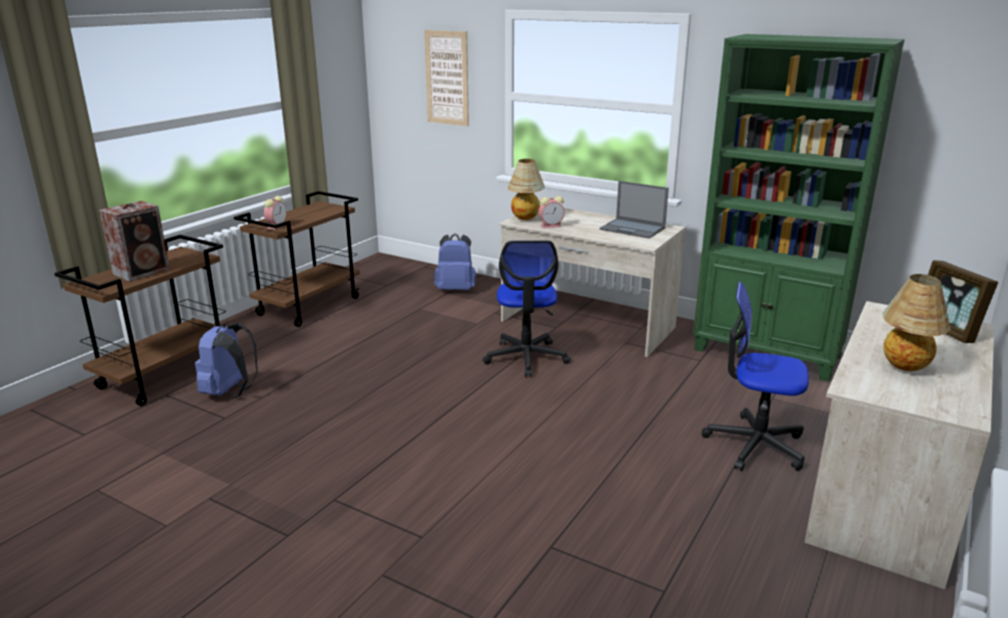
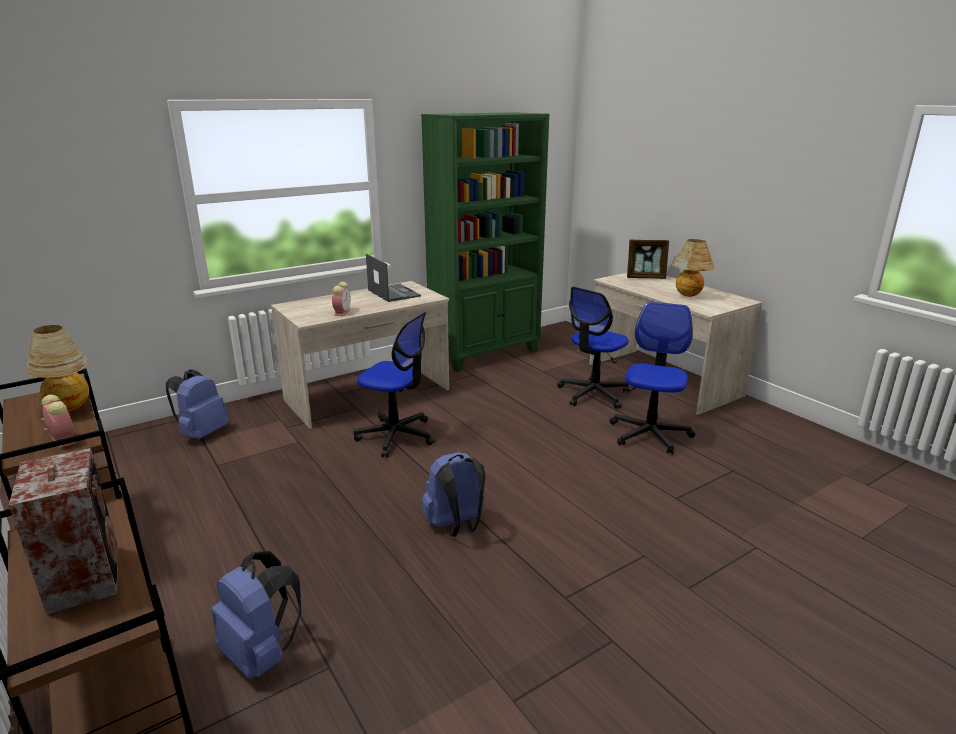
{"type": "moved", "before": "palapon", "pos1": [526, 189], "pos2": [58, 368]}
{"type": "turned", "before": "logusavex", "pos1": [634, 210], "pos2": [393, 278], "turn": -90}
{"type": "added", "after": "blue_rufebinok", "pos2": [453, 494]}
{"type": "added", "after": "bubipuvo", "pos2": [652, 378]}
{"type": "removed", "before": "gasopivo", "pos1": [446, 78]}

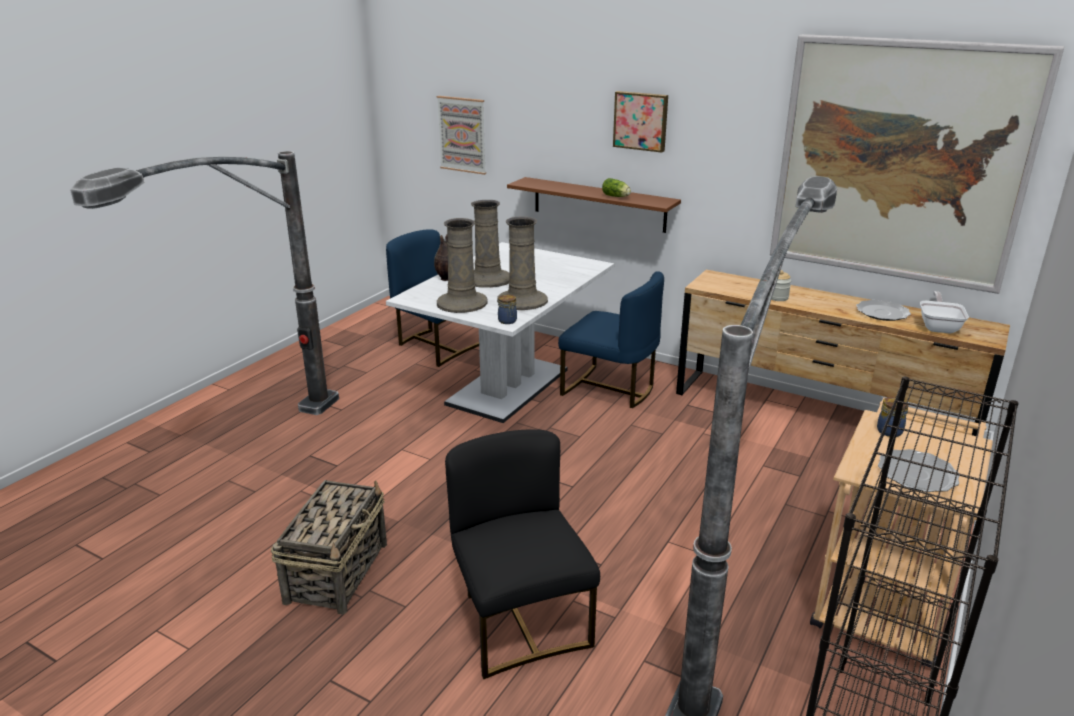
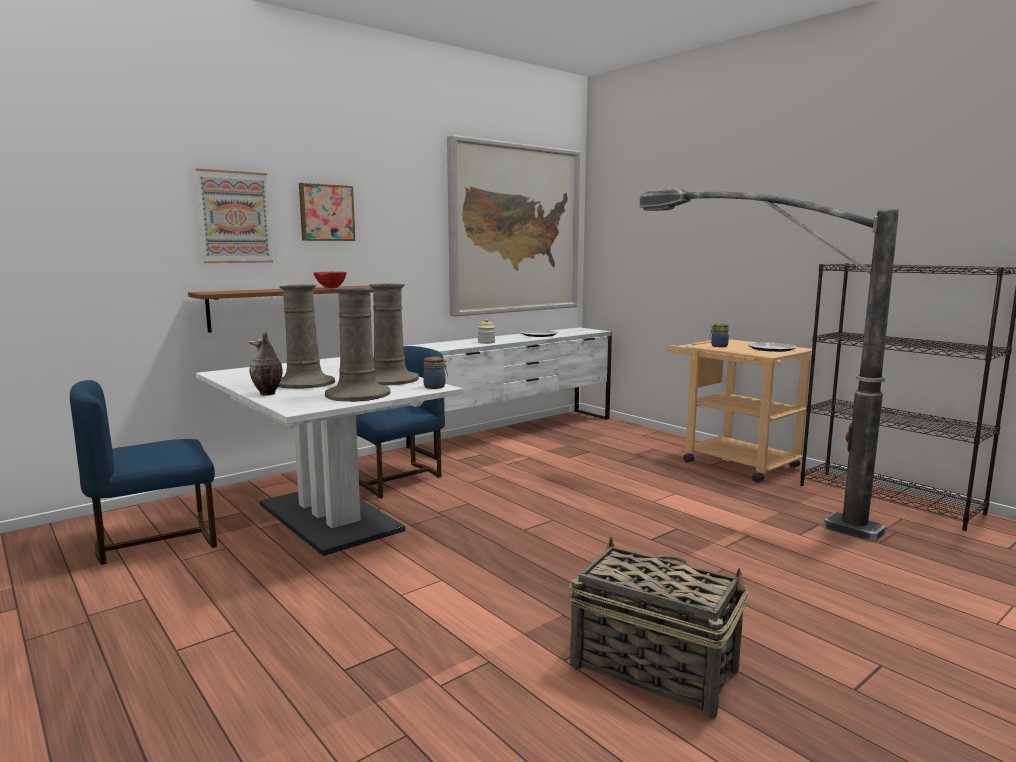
{"type": "moved", "before": "gasopivo", "pos1": [461, 135], "pos2": [234, 215]}
{"type": "replaced", "before": "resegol", "after": "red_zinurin", "pos1": [616, 187], "pos2": [330, 280]}
{"type": "recoloured", "before": "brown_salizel", "after": "white_salizel", "pos1": [843, 353], "pos2": [509, 393]}
{"type": "removed", "before": "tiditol", "pos1": [204, 283]}
{"type": "removed", "before": "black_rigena", "pos1": [522, 554]}
{"type": "removed", "before": "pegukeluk", "pos1": [944, 312]}

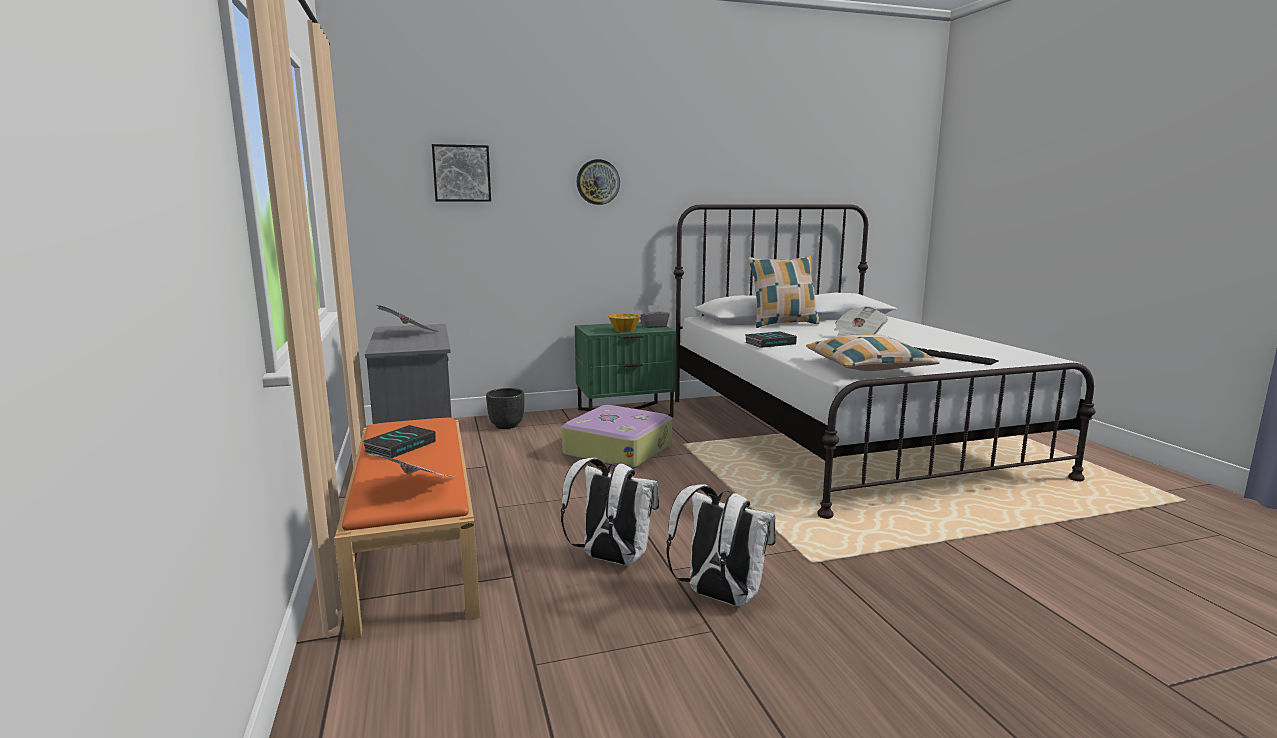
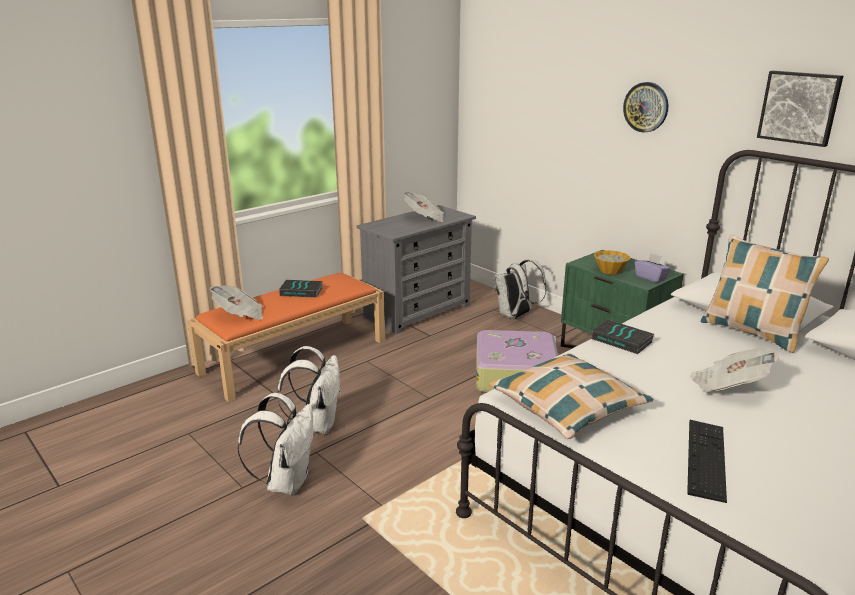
{"type": "replaced", "before": "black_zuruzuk", "after": "white_rufebinok", "pos1": [505, 408], "pos2": [520, 289]}
{"type": "recoloured", "before": "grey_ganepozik", "after": "purple_ganepozik", "pos1": [655, 316], "pos2": [653, 268]}
{"type": "moved", "before": "gasopivo", "pos1": [461, 173], "pos2": [800, 109]}

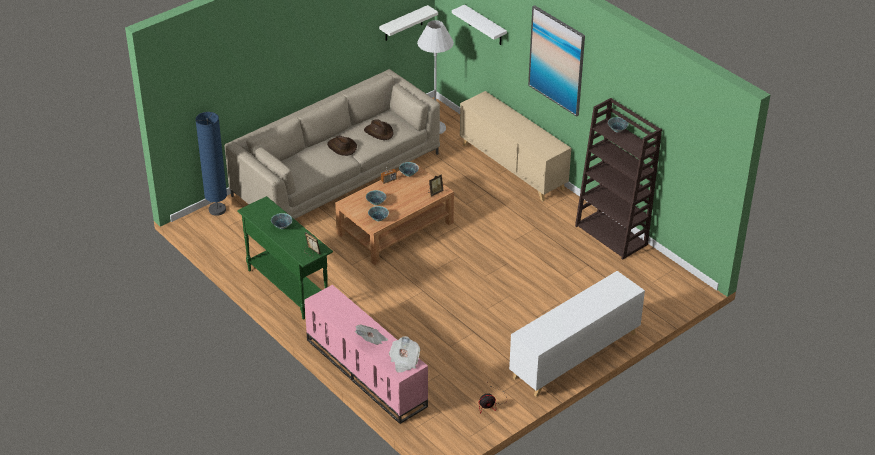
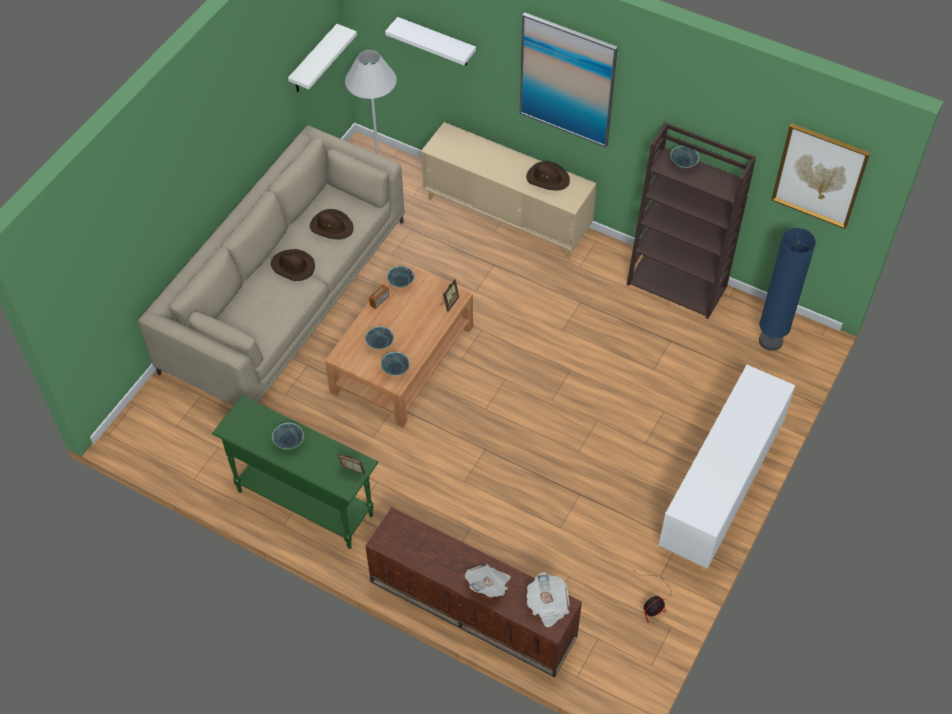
{"type": "recoloured", "before": "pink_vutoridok", "after": "brown_vutoridok", "pos1": [366, 354], "pos2": [474, 592]}
{"type": "added", "after": "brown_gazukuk", "pos2": [548, 175]}
{"type": "moved", "before": "blue_tiditol", "pos1": [211, 164], "pos2": [787, 289]}
{"type": "added", "after": "gasopivo", "pos2": [820, 176]}

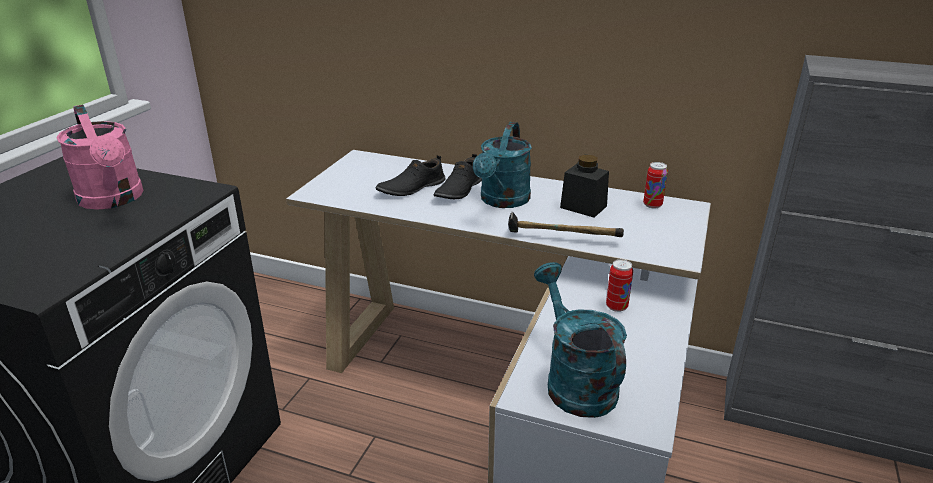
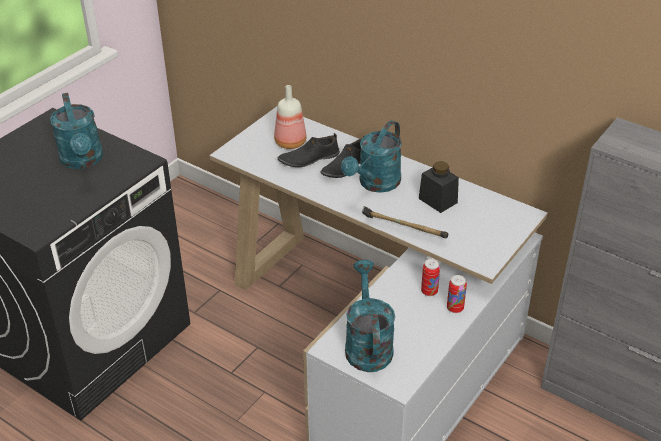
{"type": "recoloured", "before": "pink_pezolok", "after": "turquoise_pezolok", "pos1": [99, 157], "pos2": [76, 131]}
{"type": "added", "after": "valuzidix", "pos2": [290, 117]}
{"type": "moved", "before": "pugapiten", "pos1": [655, 185], "pos2": [457, 294]}

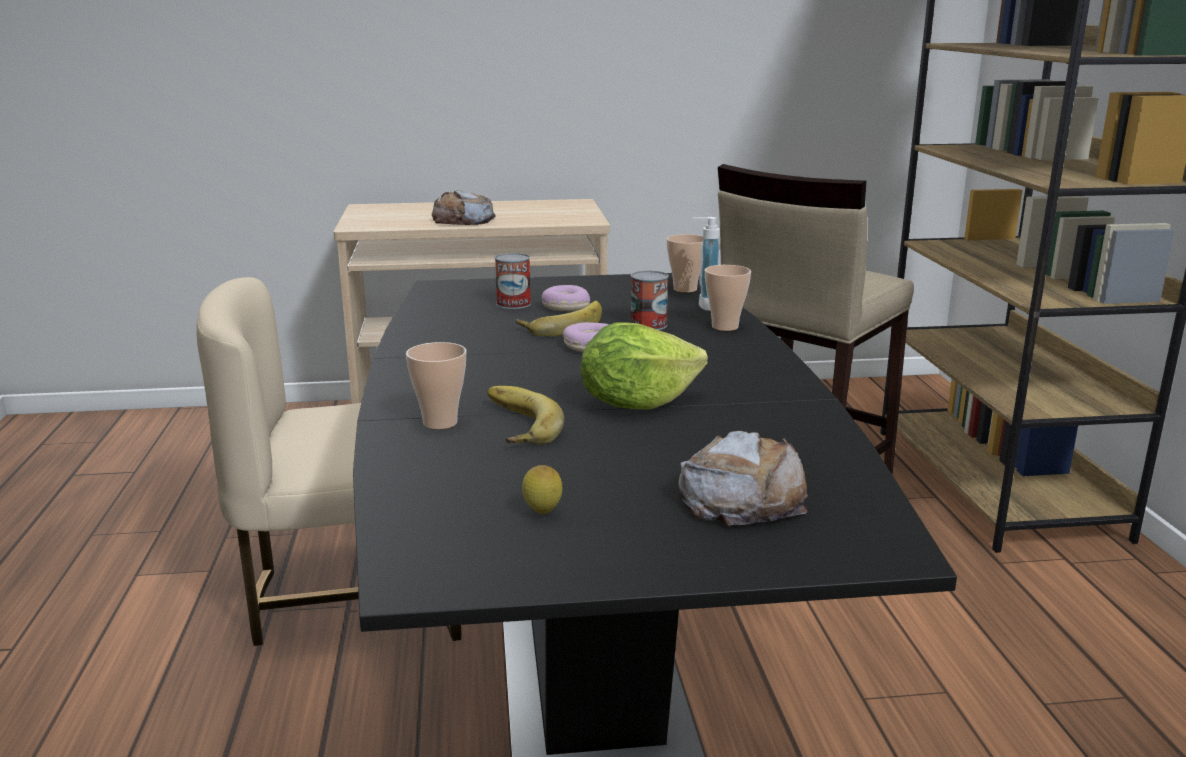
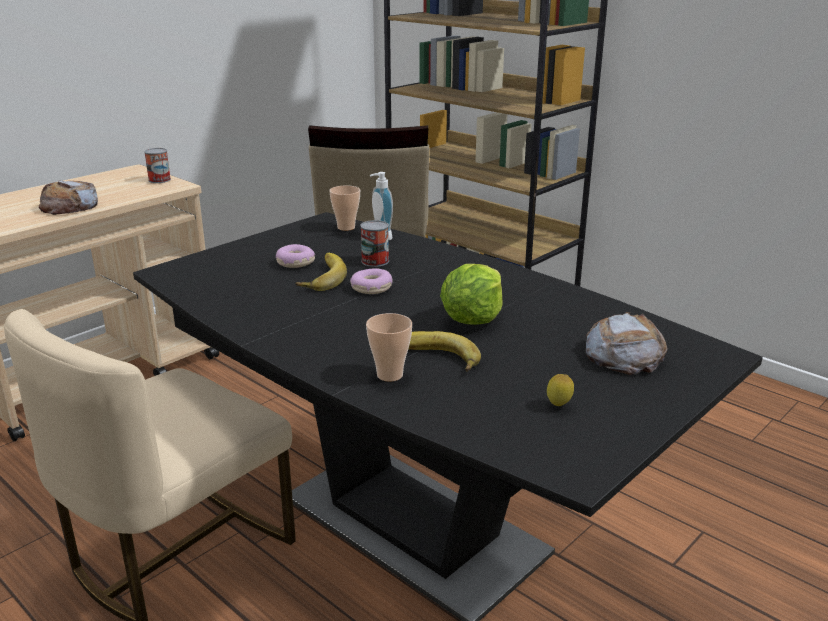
{"type": "moved", "before": "pugapiten", "pos1": [513, 281], "pos2": [157, 165]}
{"type": "removed", "before": "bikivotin", "pos1": [728, 298]}

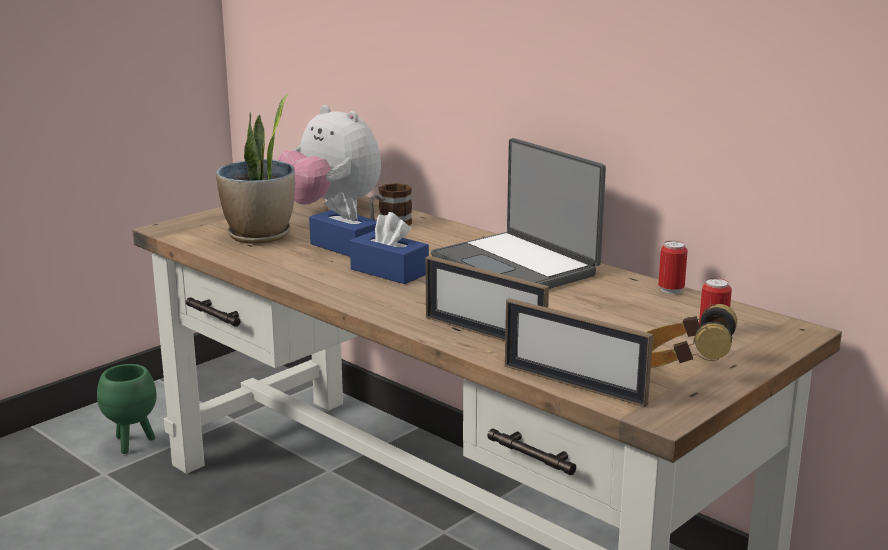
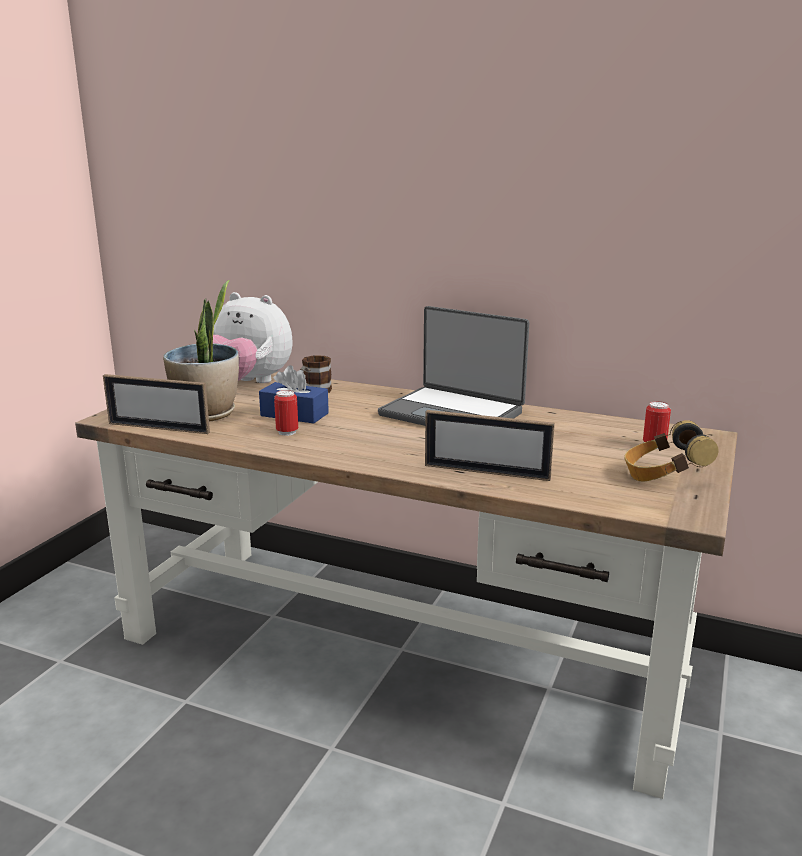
{"type": "moved", "before": "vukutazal", "pos1": [579, 352], "pos2": [156, 404]}
{"type": "moved", "before": "pugapiten", "pos1": [673, 267], "pos2": [286, 413]}
{"type": "removed", "before": "green_zuruzuk", "pos1": [126, 409]}
{"type": "removed", "before": "blue_ganepozik", "pos1": [389, 248]}

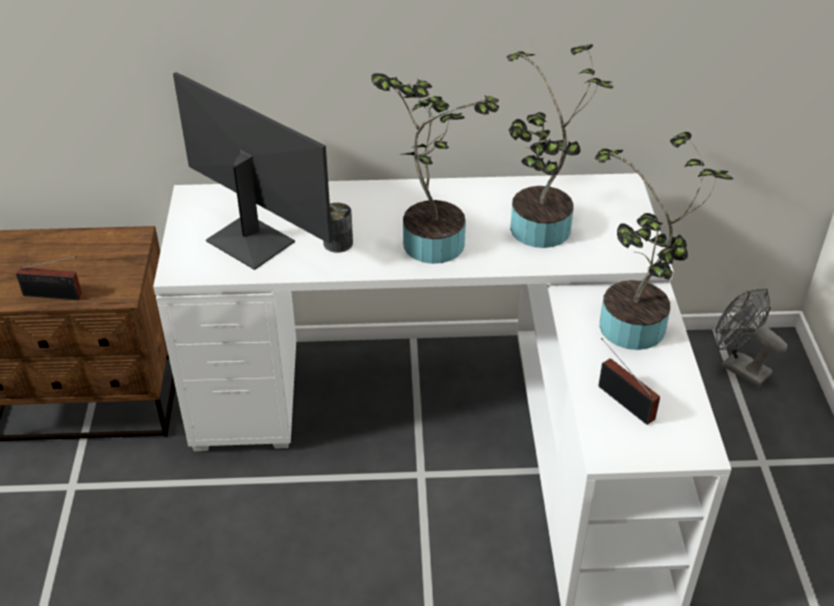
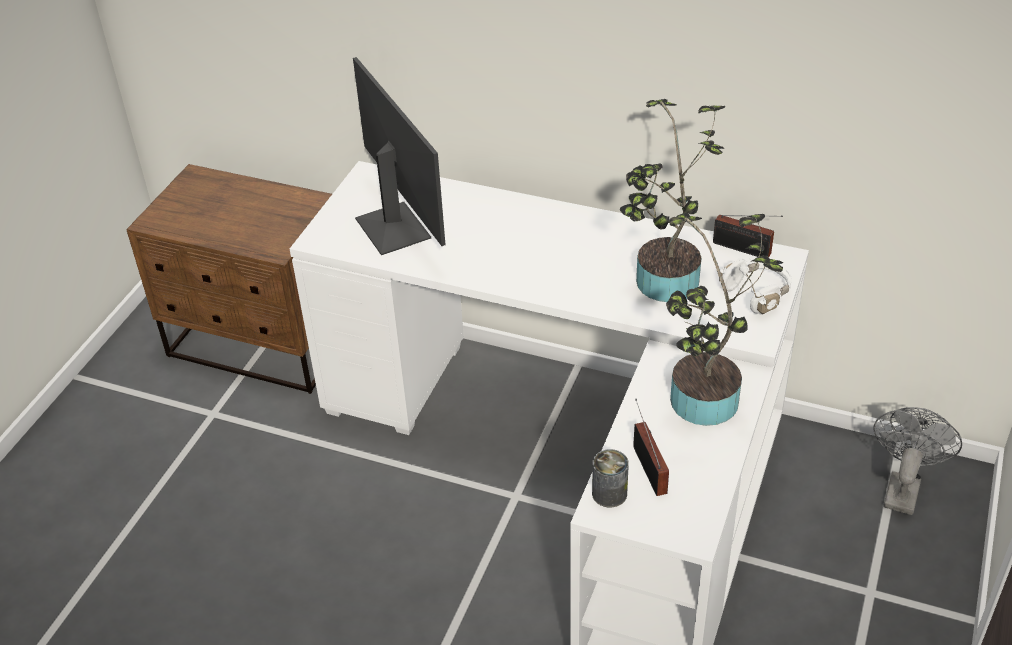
{"type": "moved", "before": "pugapiten", "pos1": [338, 228], "pos2": [610, 478]}
{"type": "moved", "before": "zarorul", "pos1": [49, 278], "pos2": [748, 236]}
{"type": "added", "after": "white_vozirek", "pos2": [755, 286]}
{"type": "turned", "before": "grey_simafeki", "pos1": [751, 337], "pos2": [917, 461], "turn": 45}
{"type": "removed", "before": "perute", "pos1": [435, 168]}

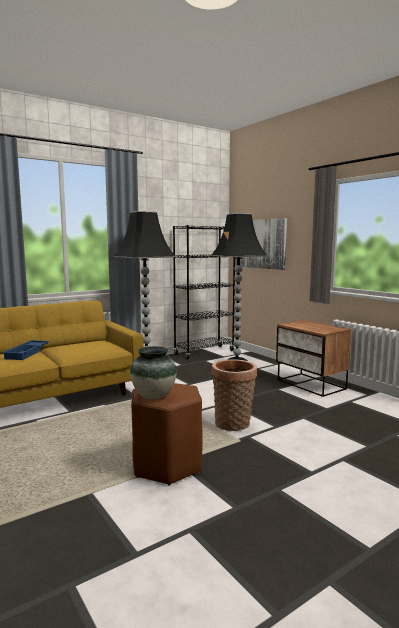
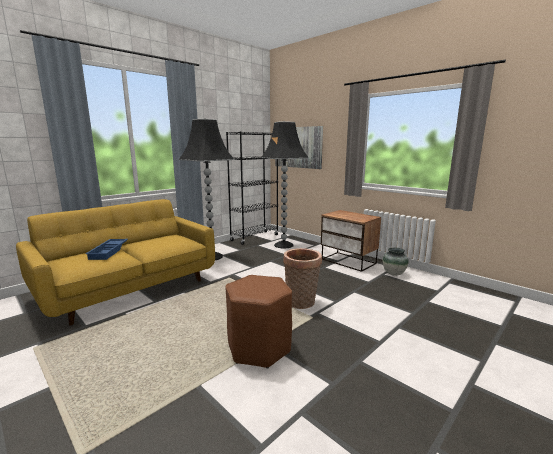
{"type": "moved", "before": "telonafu", "pos1": [153, 373], "pos2": [395, 261]}

